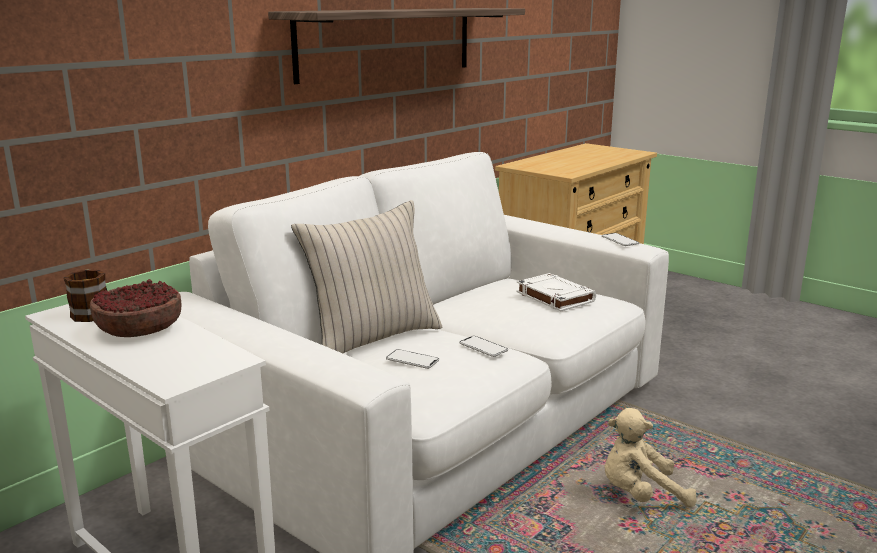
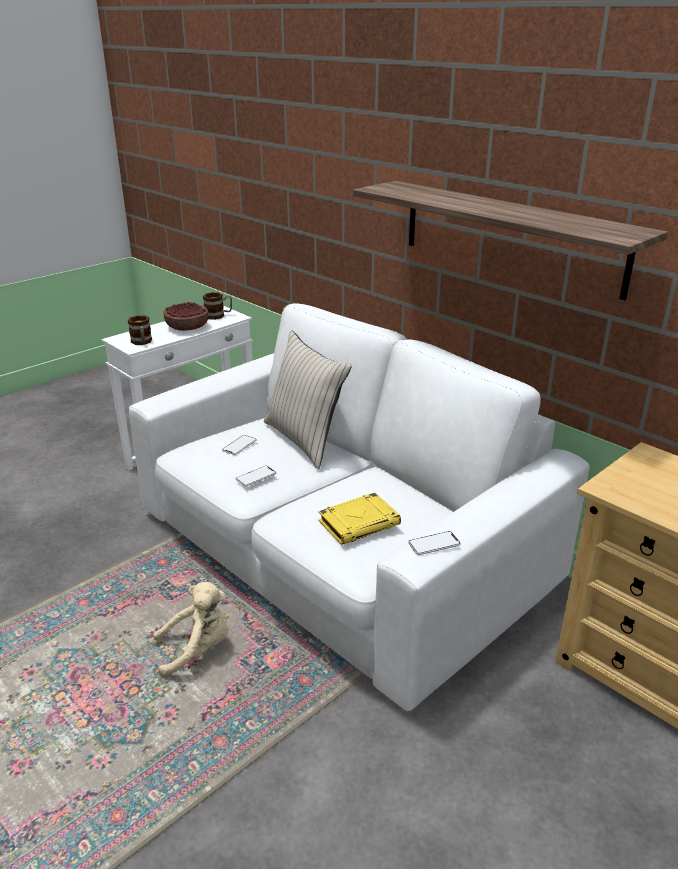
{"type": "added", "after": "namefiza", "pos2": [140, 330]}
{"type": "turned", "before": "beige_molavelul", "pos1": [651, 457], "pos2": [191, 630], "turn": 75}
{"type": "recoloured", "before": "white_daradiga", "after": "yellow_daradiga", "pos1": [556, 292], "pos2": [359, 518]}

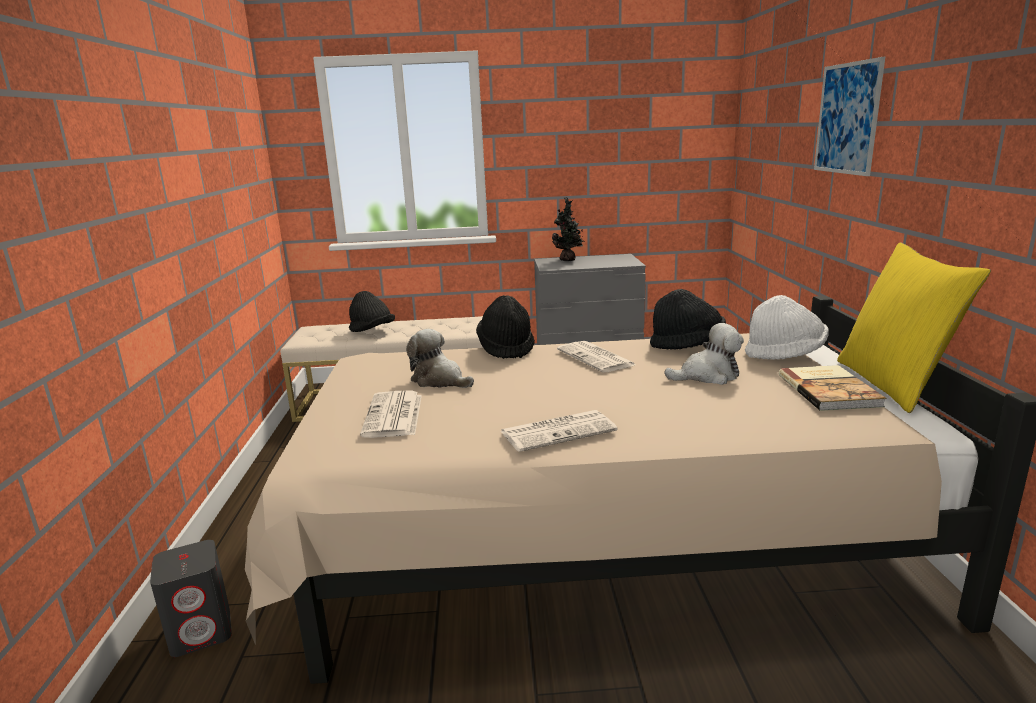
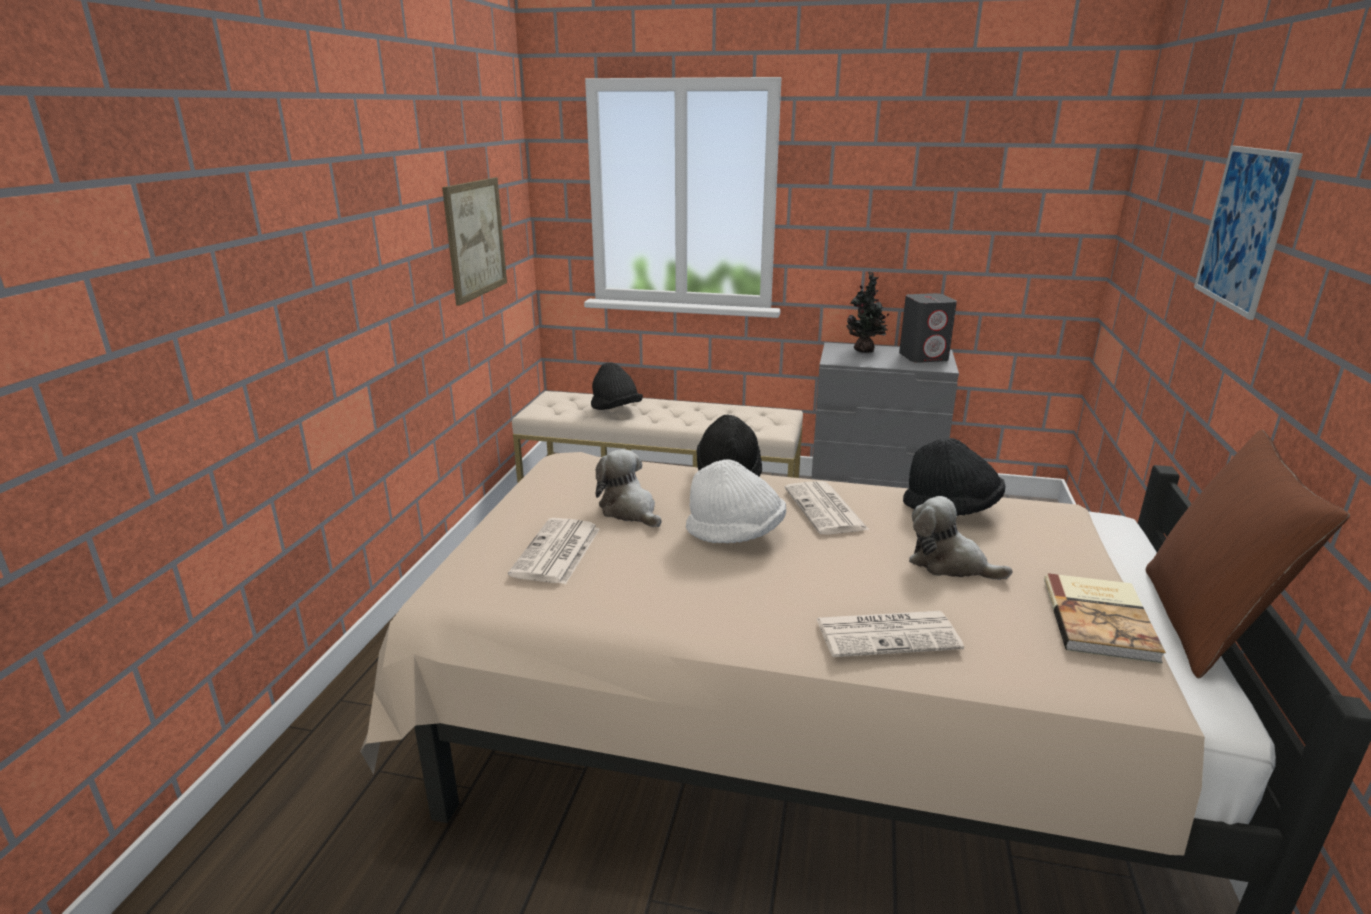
{"type": "added", "after": "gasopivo", "pos2": [474, 242]}
{"type": "moved", "before": "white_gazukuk", "pos1": [787, 327], "pos2": [736, 501]}
{"type": "moved", "before": "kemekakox", "pos1": [559, 431], "pos2": [890, 634]}
{"type": "moved", "before": "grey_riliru", "pos1": [191, 598], "pos2": [928, 328]}
{"type": "turned", "before": "molavelul", "pos1": [704, 354], "pos2": [960, 538], "turn": -150}
{"type": "recoloured", "before": "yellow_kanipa", "after": "brown_kanipa", "pos1": [914, 327], "pos2": [1248, 554]}

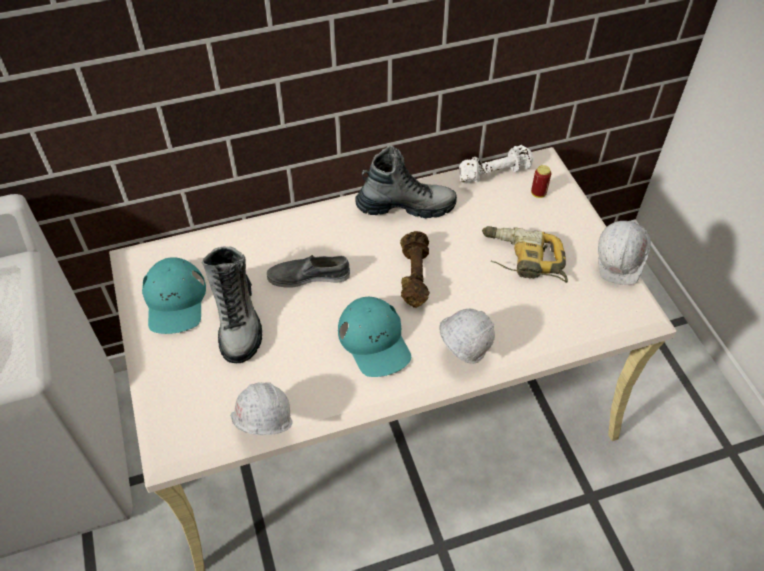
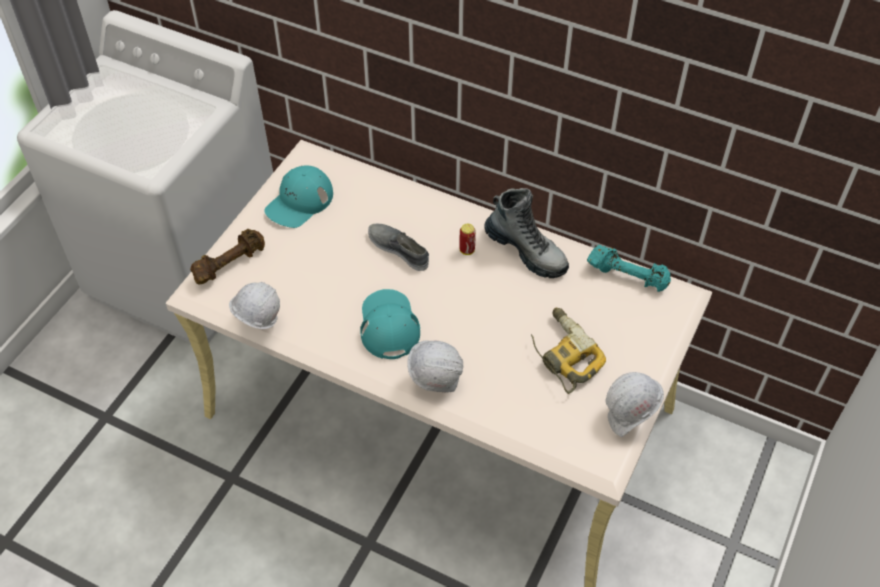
{"type": "moved", "before": "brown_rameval", "pos1": [415, 269], "pos2": [227, 257]}
{"type": "turned", "before": "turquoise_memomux", "pos1": [374, 337], "pos2": [390, 324], "turn": 150}
{"type": "moved", "before": "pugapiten", "pos1": [541, 181], "pos2": [467, 239]}
{"type": "recoloured", "before": "white_rameval", "after": "turquoise_rameval", "pos1": [496, 164], "pos2": [629, 268]}
{"type": "removed", "before": "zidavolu", "pos1": [232, 304]}

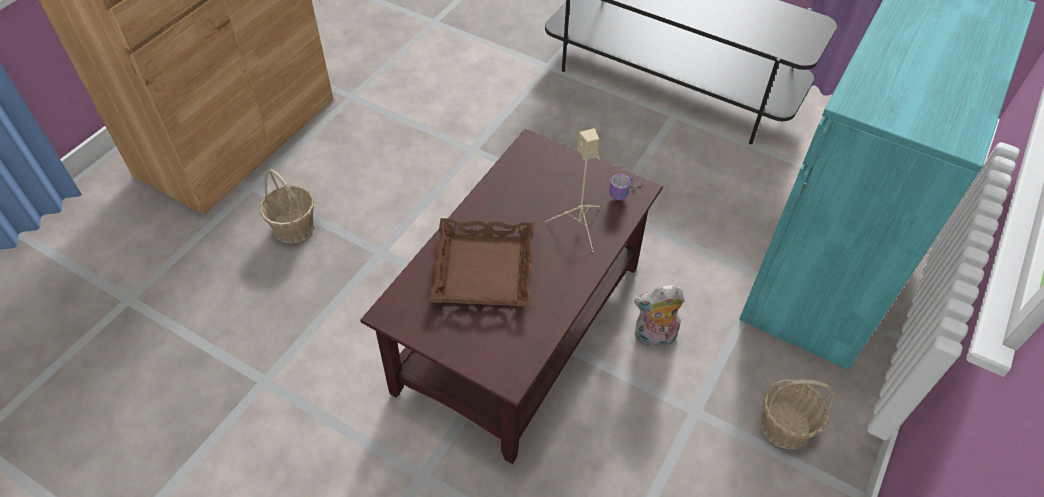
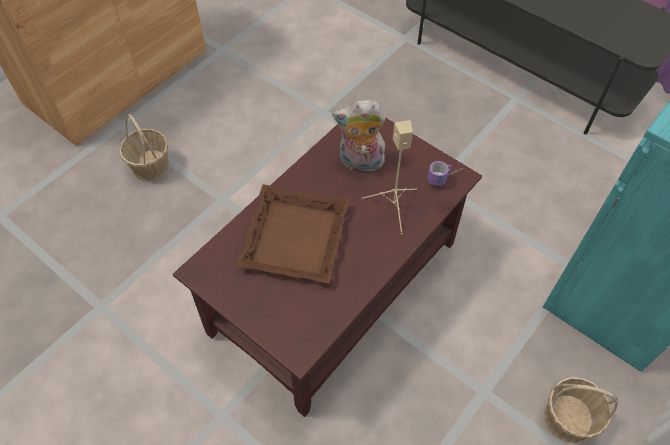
{"type": "moved", "before": "molavelul", "pos1": [659, 316], "pos2": [358, 136]}

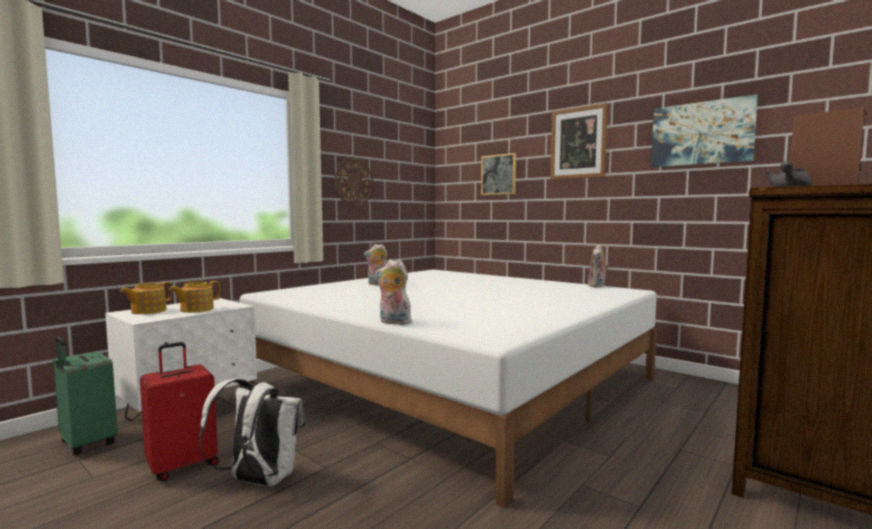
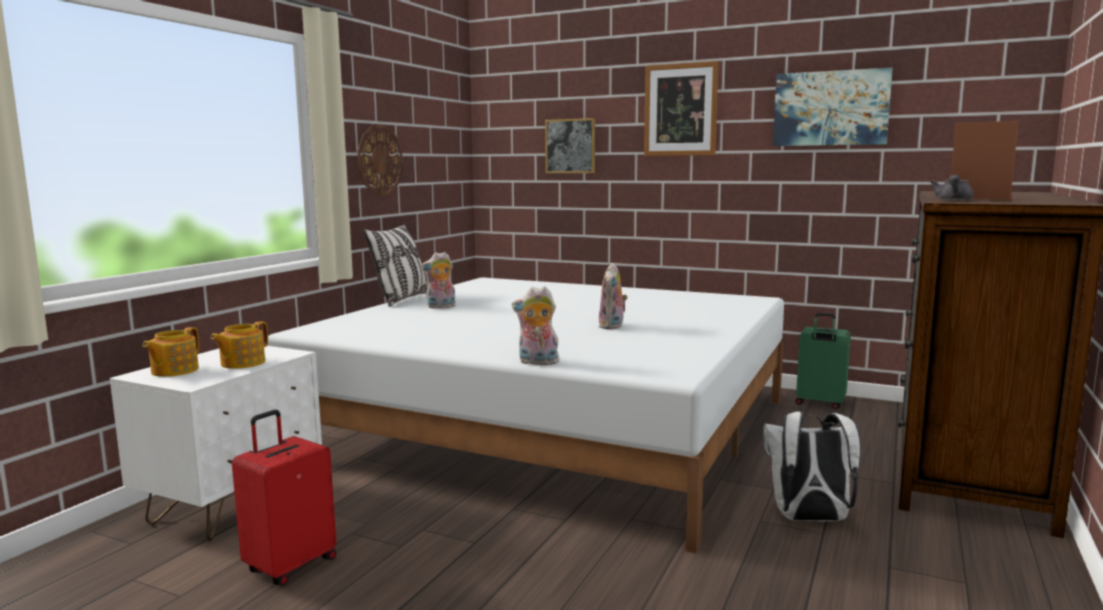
{"type": "added", "after": "kanipa", "pos2": [395, 265]}
{"type": "moved", "before": "molavelul", "pos1": [598, 266], "pos2": [613, 296]}
{"type": "moved", "before": "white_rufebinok", "pos1": [252, 432], "pos2": [812, 466]}
{"type": "moved", "before": "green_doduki", "pos1": [85, 396], "pos2": [823, 360]}

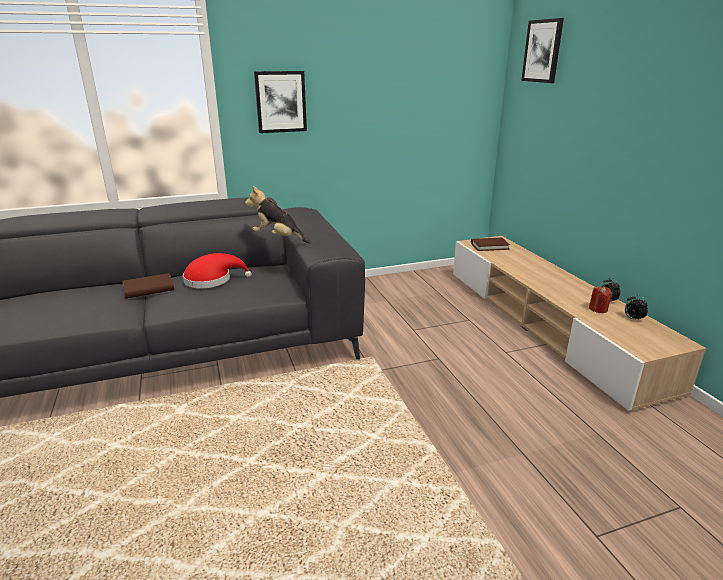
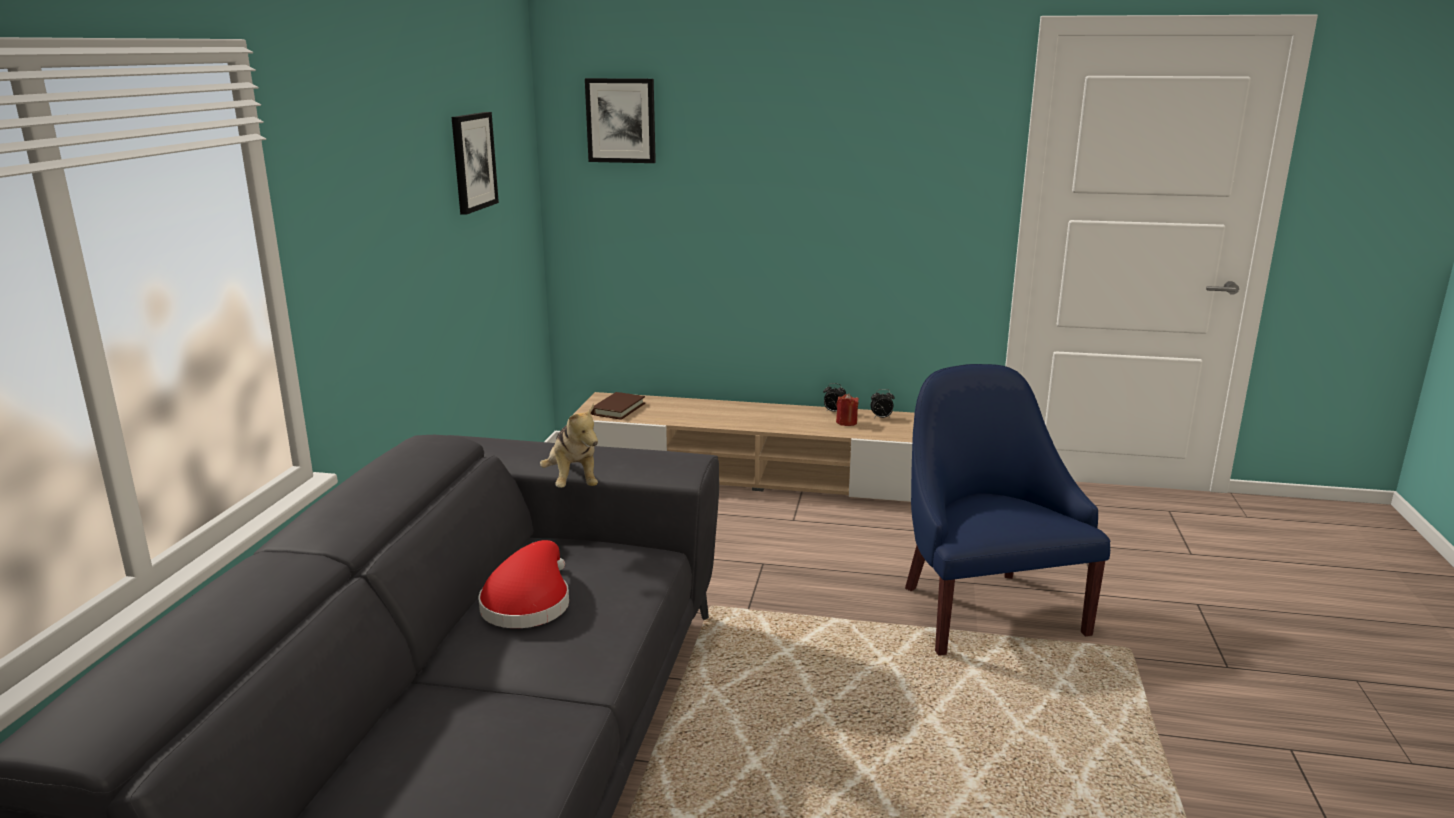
{"type": "moved", "before": "gasopivo", "pos1": [280, 102], "pos2": [475, 163]}
{"type": "turned", "before": "molavelul", "pos1": [278, 215], "pos2": [569, 446], "turn": -75}
{"type": "added", "after": "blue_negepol", "pos2": [1007, 510]}
{"type": "removed", "before": "brown_daradiga", "pos1": [148, 286]}

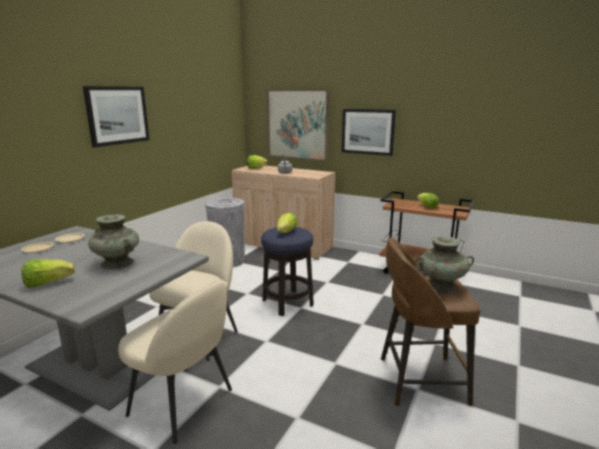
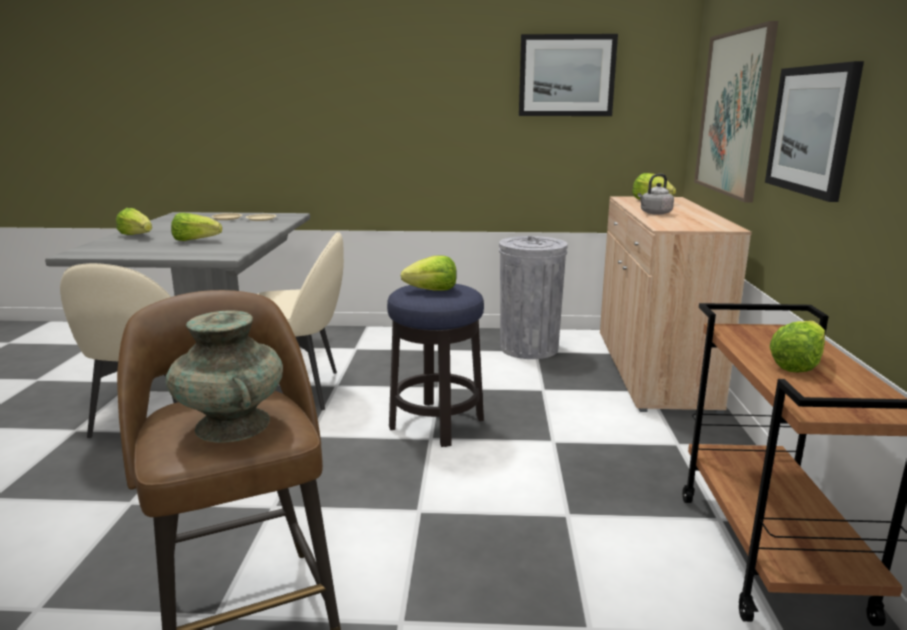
{"type": "replaced", "before": "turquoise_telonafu", "after": "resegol", "pos1": [113, 242], "pos2": [196, 227]}
{"type": "moved", "before": "gasopivo", "pos1": [116, 116], "pos2": [568, 75]}

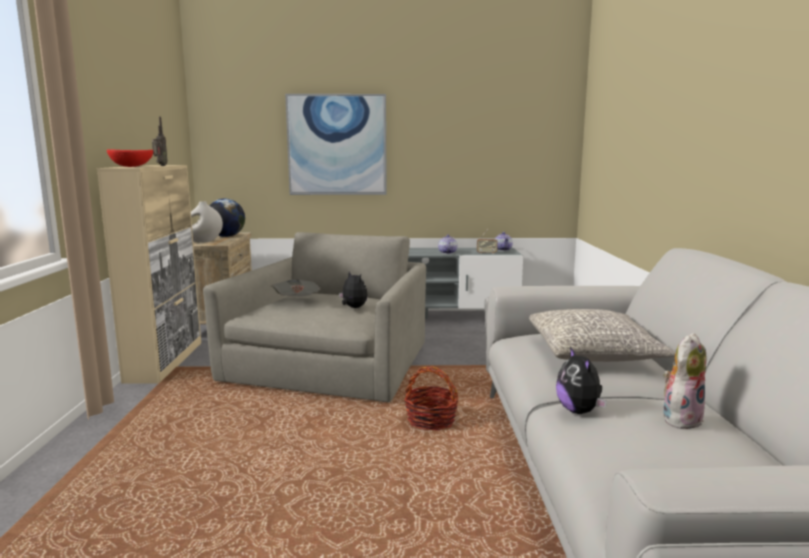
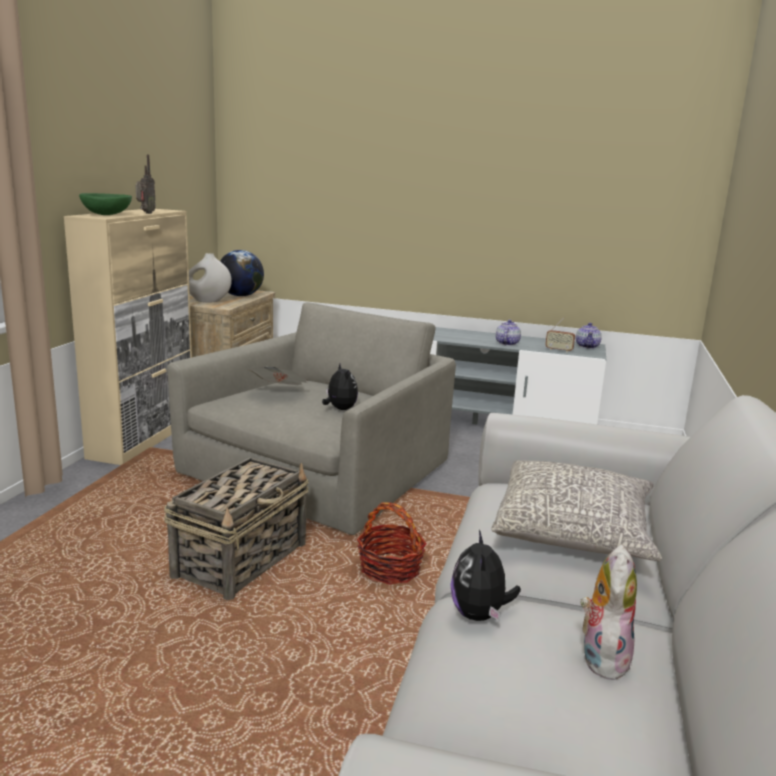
{"type": "recoloured", "before": "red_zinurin", "after": "green_zinurin", "pos1": [130, 158], "pos2": [105, 204]}
{"type": "added", "after": "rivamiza", "pos2": [236, 528]}
{"type": "turned", "before": "molavelul", "pos1": [684, 381], "pos2": [608, 613], "turn": -45}
{"type": "removed", "before": "gasopivo", "pos1": [336, 144]}

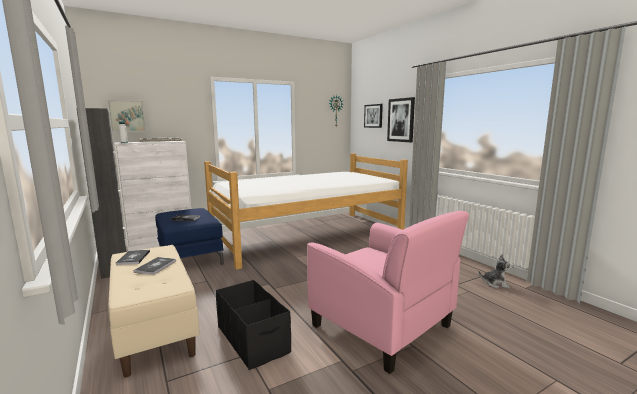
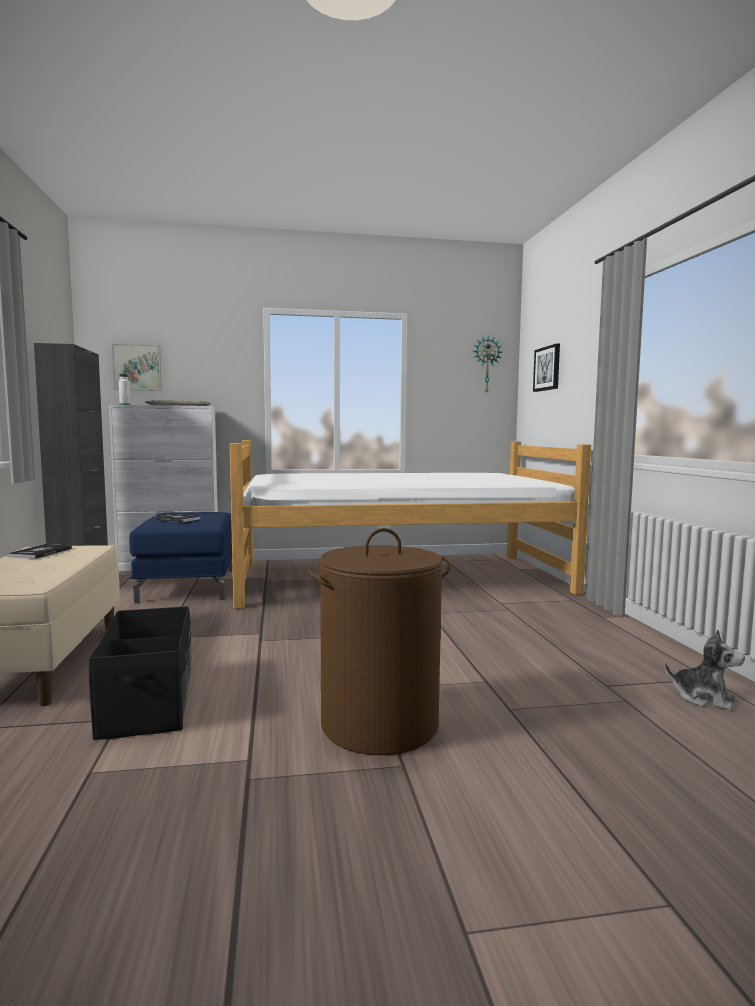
{"type": "replaced", "before": "pink_negepol", "after": "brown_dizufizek", "pos1": [388, 292], "pos2": [379, 641]}
{"type": "removed", "before": "daradiga", "pos1": [155, 266]}
{"type": "removed", "before": "gasopivo", "pos1": [401, 119]}

